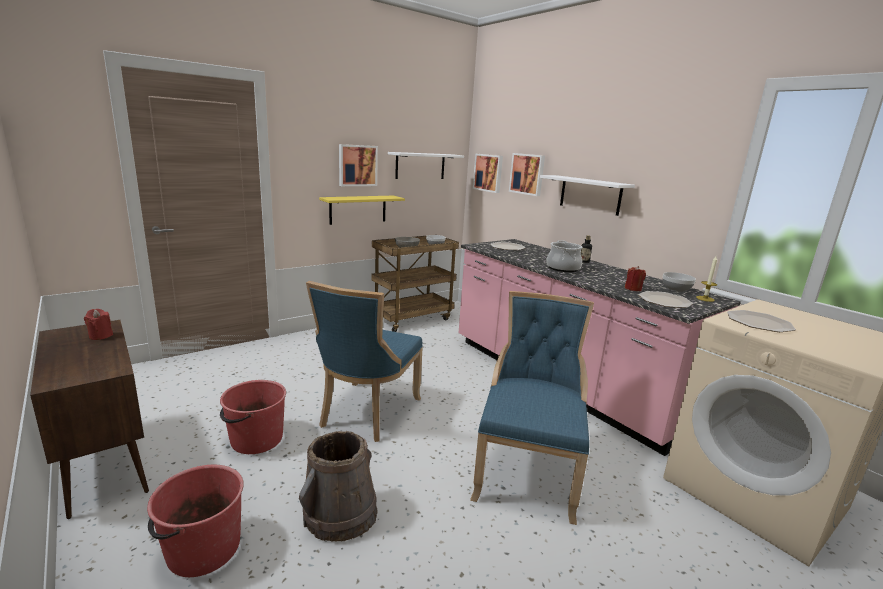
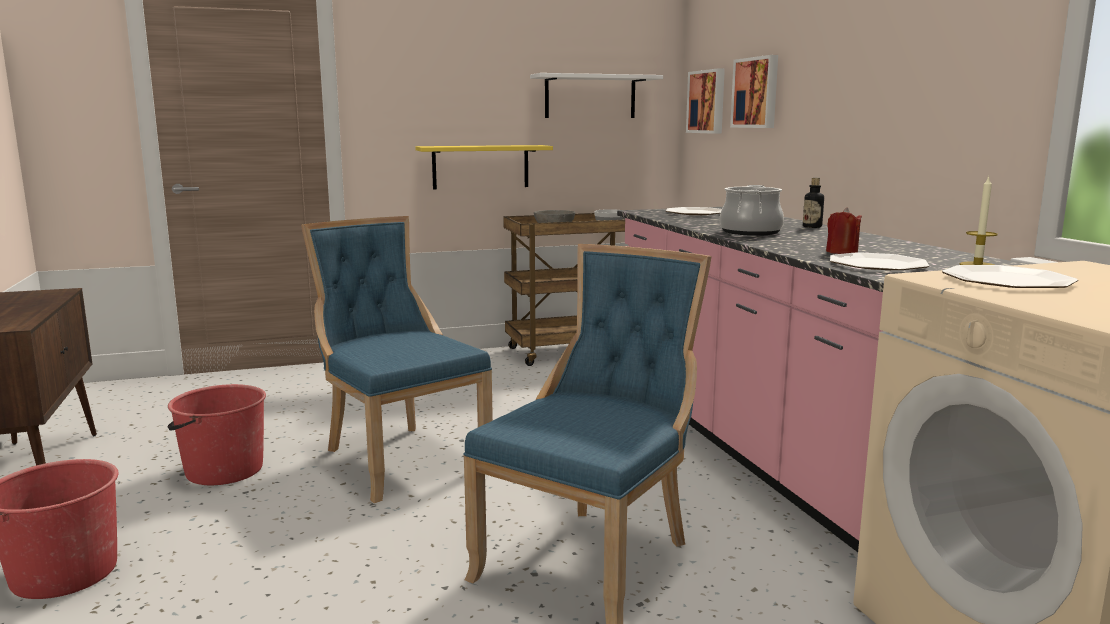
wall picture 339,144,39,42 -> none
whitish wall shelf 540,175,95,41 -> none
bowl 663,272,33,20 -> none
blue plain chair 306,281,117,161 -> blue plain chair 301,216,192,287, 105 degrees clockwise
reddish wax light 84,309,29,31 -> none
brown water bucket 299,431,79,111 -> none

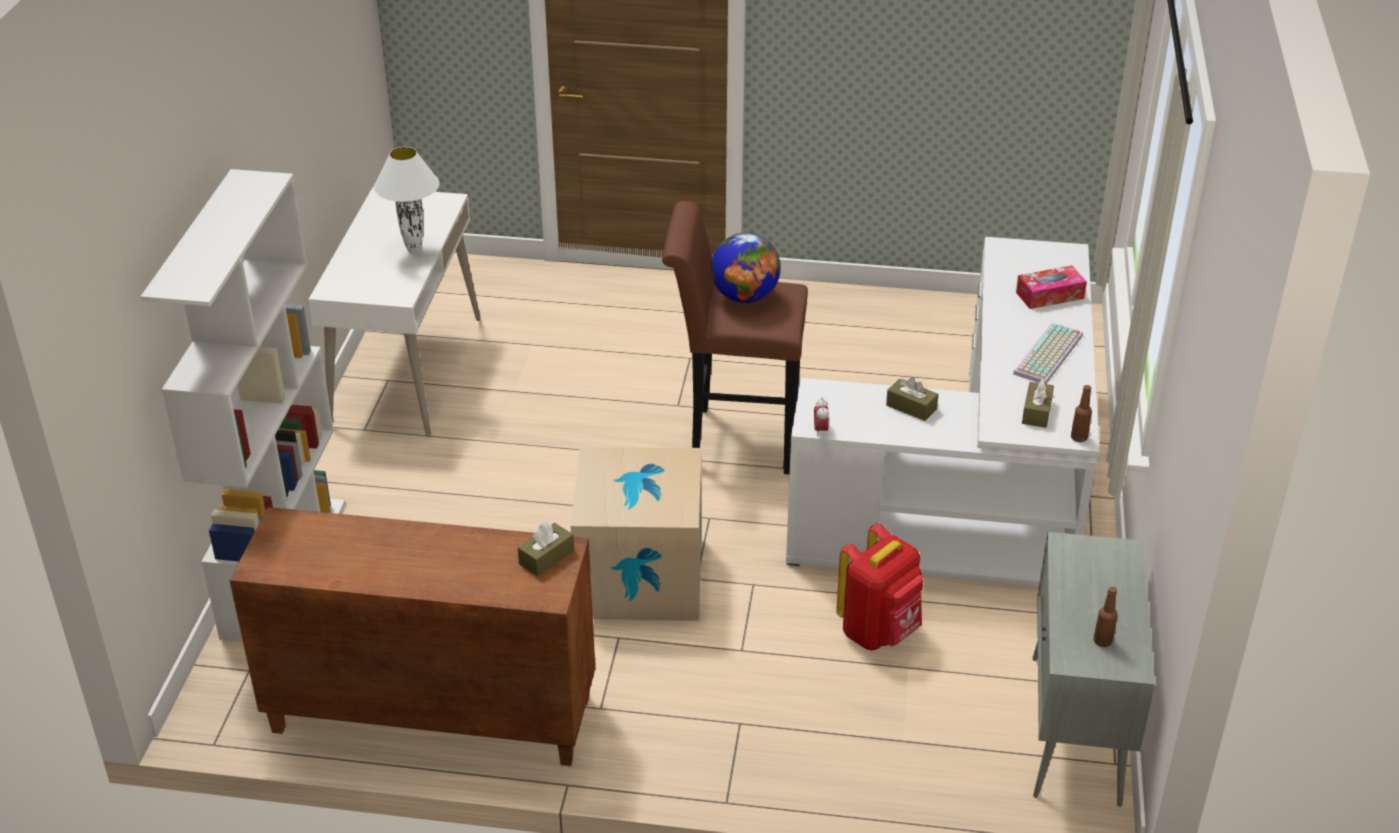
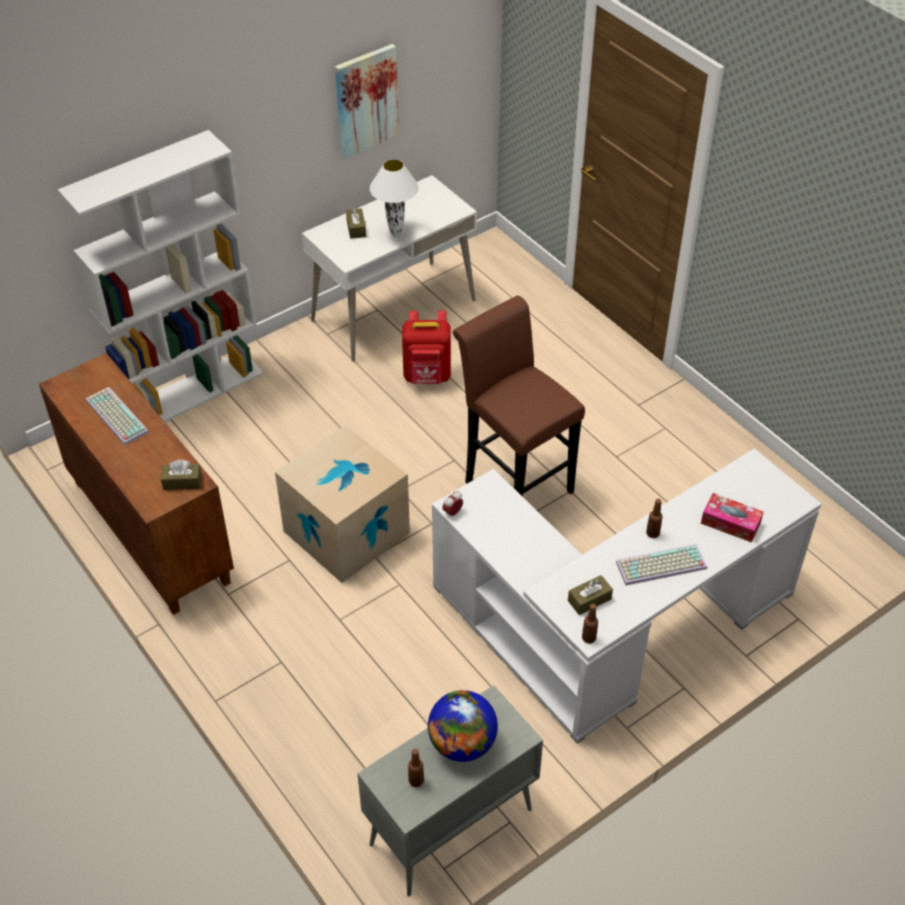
globe 711,233,70,70 -> globe 428,690,70,72, moved
brown tissue box 886,377,52,44 -> brown tissue box 346,207,20,32, moved
reddish rucksack 836,523,88,128 -> reddish rucksack 402,310,49,74, moved
none -> wall picture 335,44,64,115
none -> PC keyboard 86,387,63,58
none -> brown drink bottle 646,499,17,39

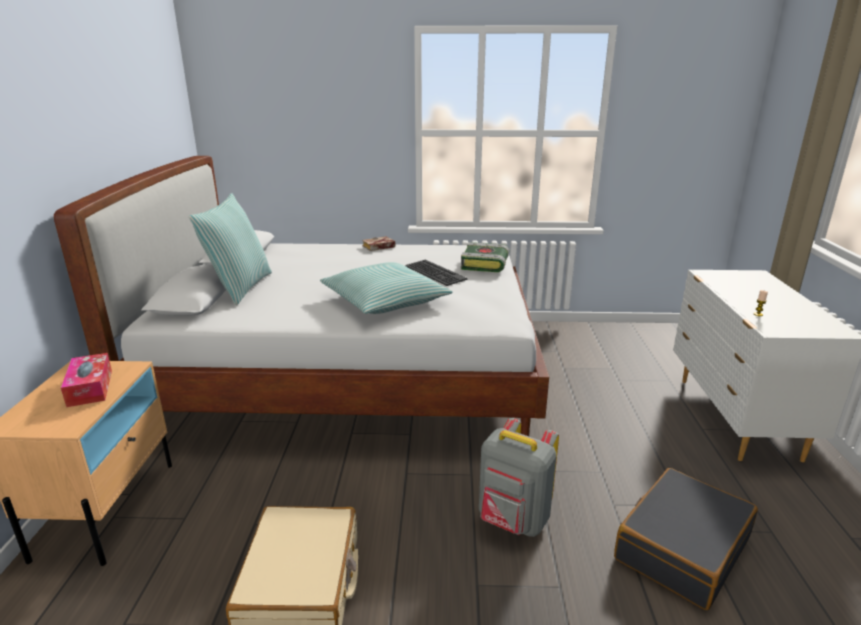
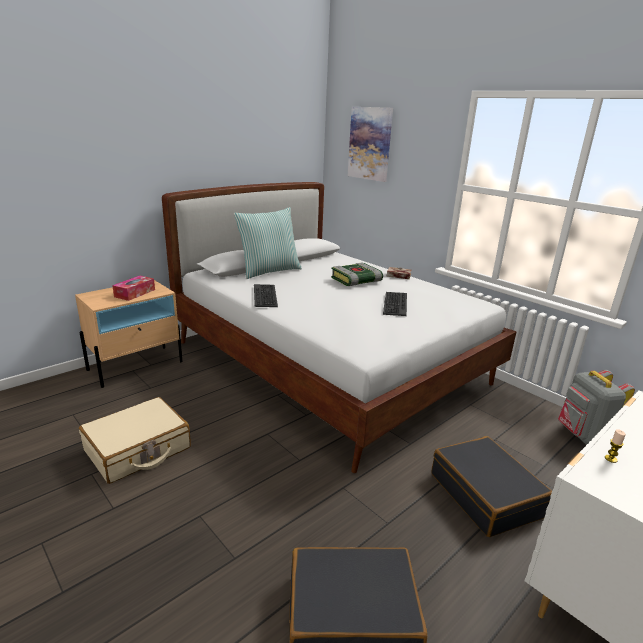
book 461,242,48,30 -> book 331,262,52,24, moved
throw pillow 320,262,133,52 -> none
grey rucksack 479,418,80,119 -> grey rucksack 558,370,77,75, moved
none -> wall picture 348,107,45,75
none -> PC keyboard 254,284,24,23
none -> black-coloured travel case 431,436,121,101

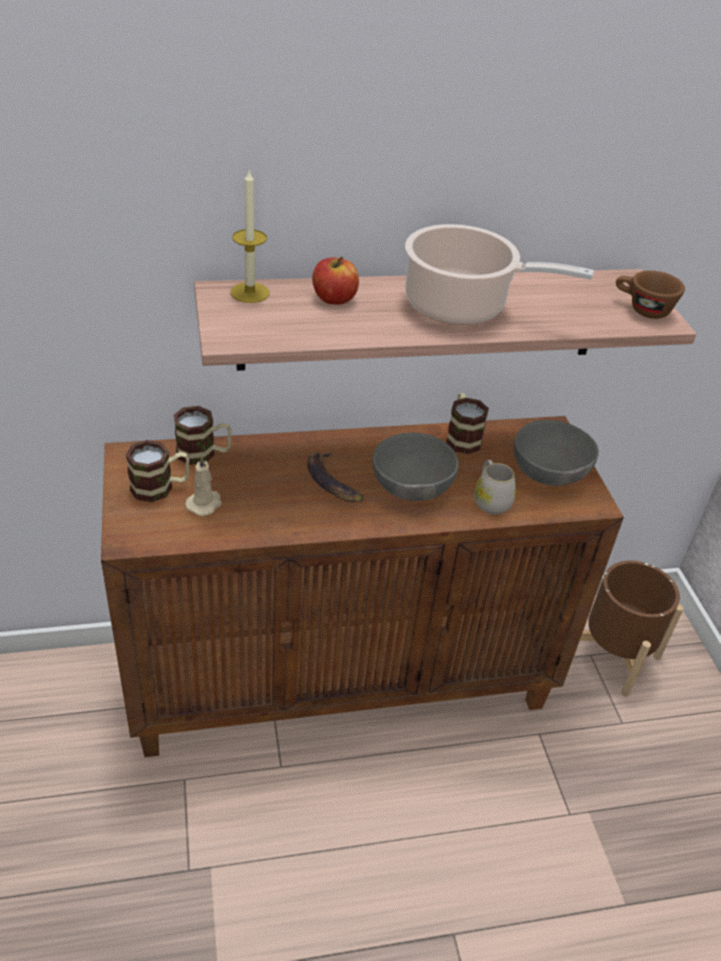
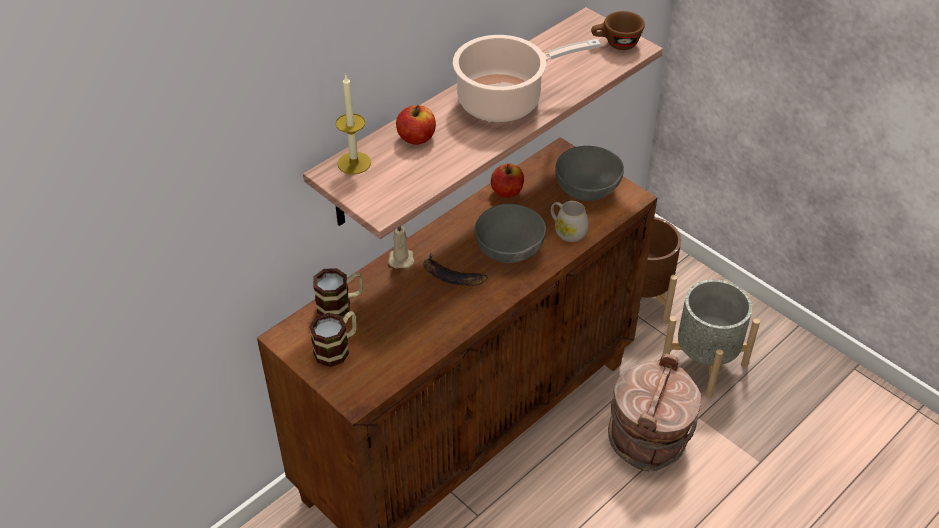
mug 446,393,43,61 -> apple fruit 491,164,33,34
beige-coloured wax light 185,455,37,61 -> beige-coloured wax light 388,226,26,42, moved
none -> grey flower pot 663,279,97,120
none -> brown water bucket 608,354,93,117

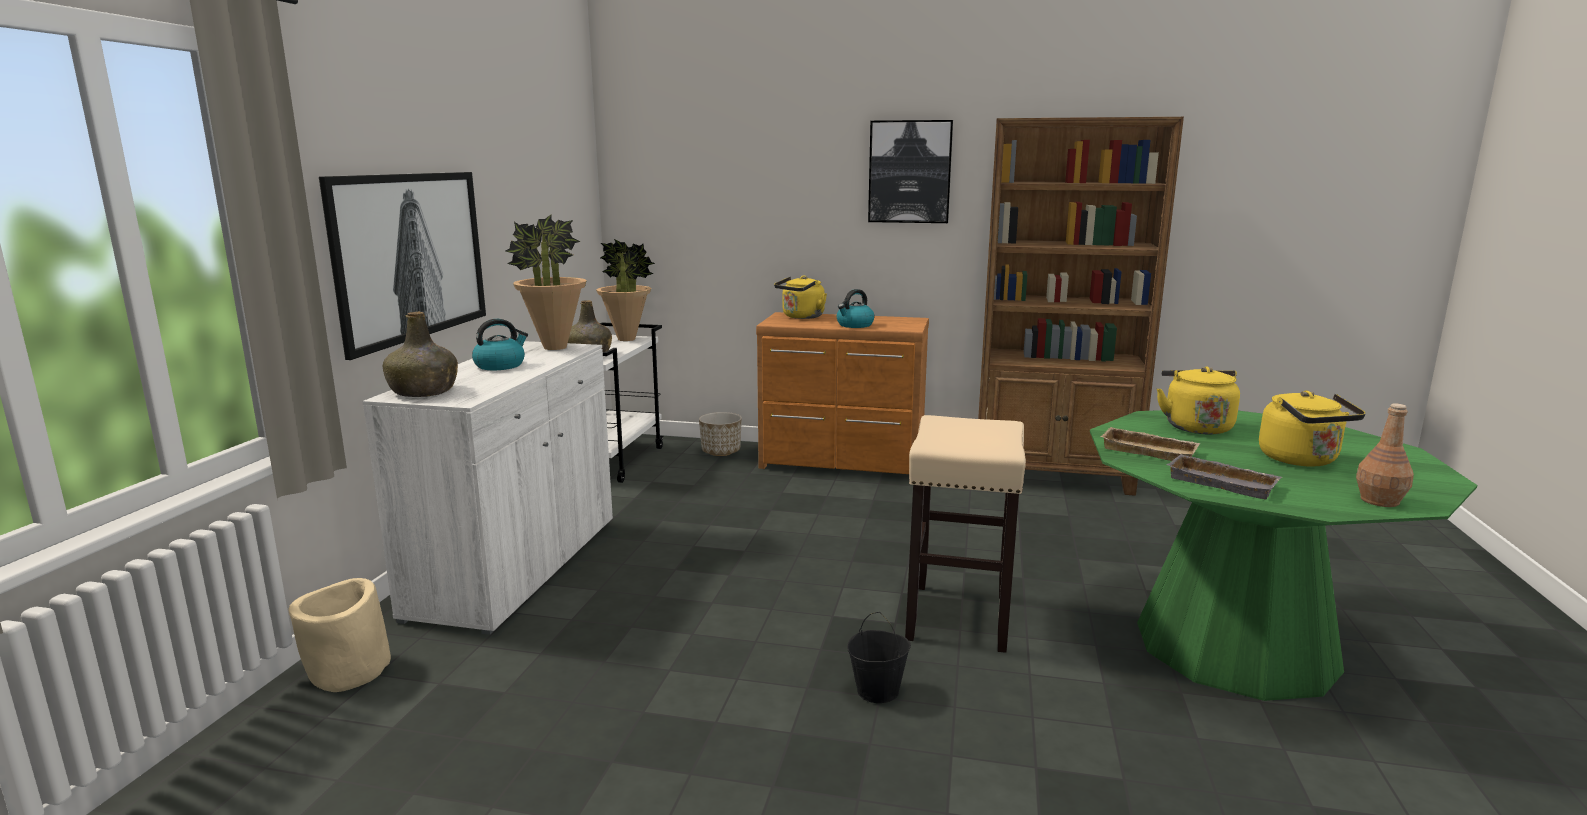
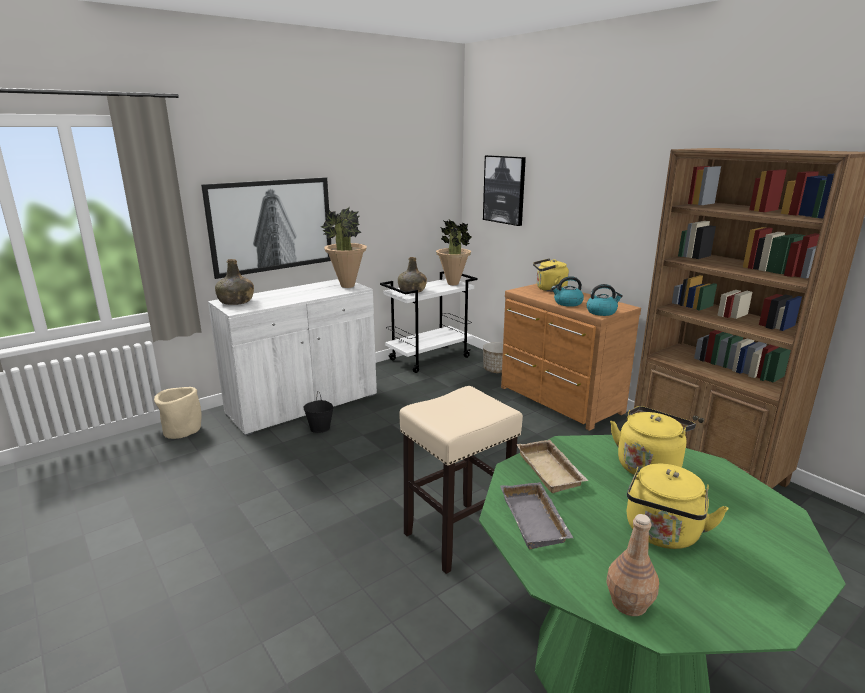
wall picture 868,120,85,103 -> wall picture 483,155,43,71, moved
kettle 472,319,56,51 -> kettle 586,284,37,32, moved
black-coloured water bucket 847,612,64,91 -> black-coloured water bucket 304,391,30,42, moved

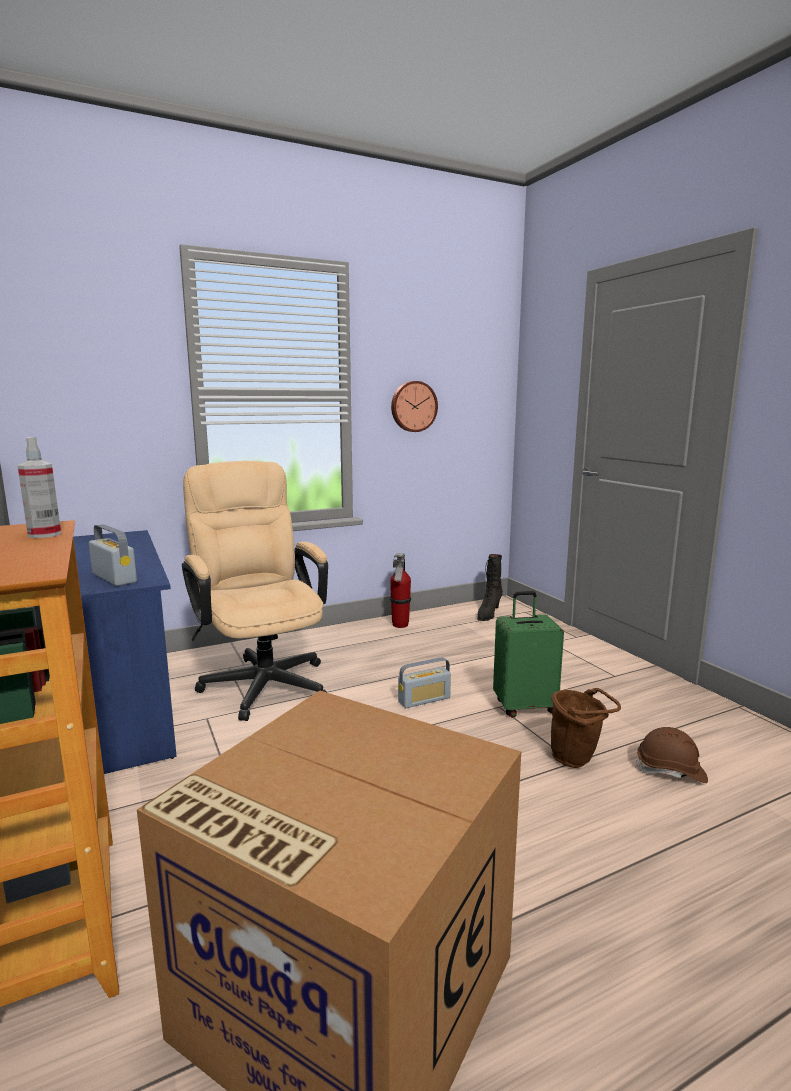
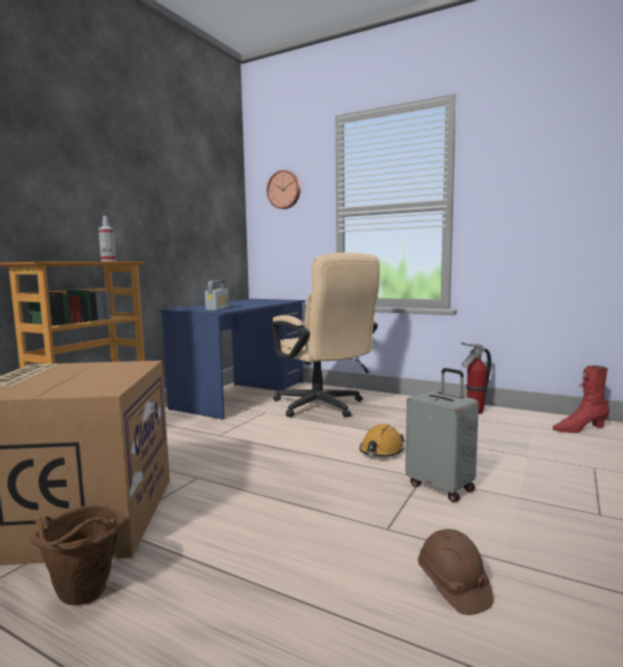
wall clock 391,381,47,51 -> wall clock 267,170,34,39, moved
beige-coloured computer chair 182,461,146,260 -> beige-coloured computer chair 272,252,108,166, 120 degrees clockwise
black-coloured high-top boot 477,554,26,67 -> reddish high-top boot 552,365,57,68
greenish travel case 493,591,71,127 -> grey travel case 405,368,74,135
radio set 398,657,53,51 -> orange-coloured safety helmet 359,424,46,33
brown water bucket 551,688,70,80 -> brown water bucket 31,504,95,101, moved

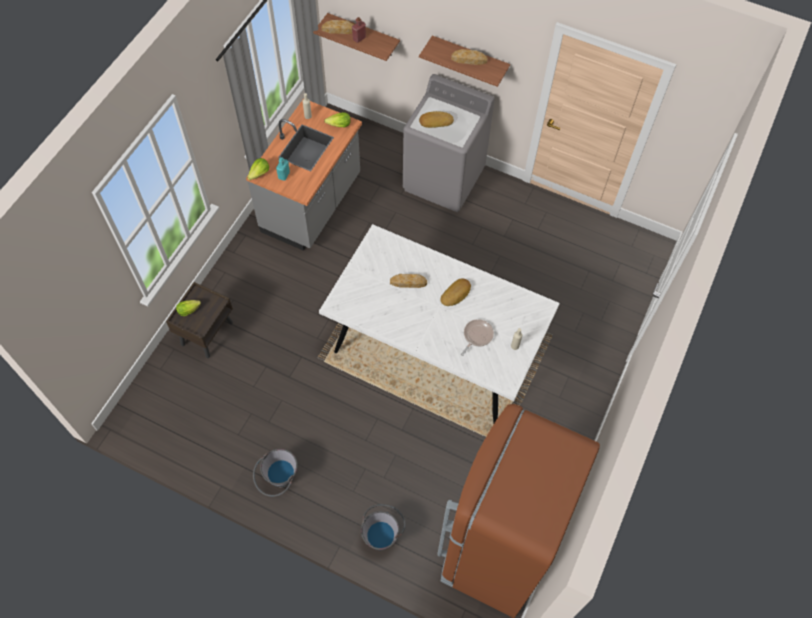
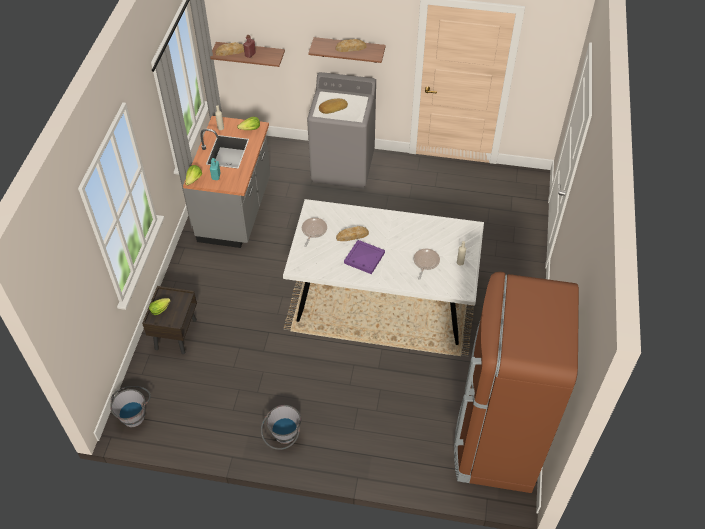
bread 440,279,31,27 -> none
grey water bucket 361,504,45,46 -> grey water bucket 110,386,41,41, moved
none -> pan 302,218,25,29
none -> purple tray 344,240,41,34

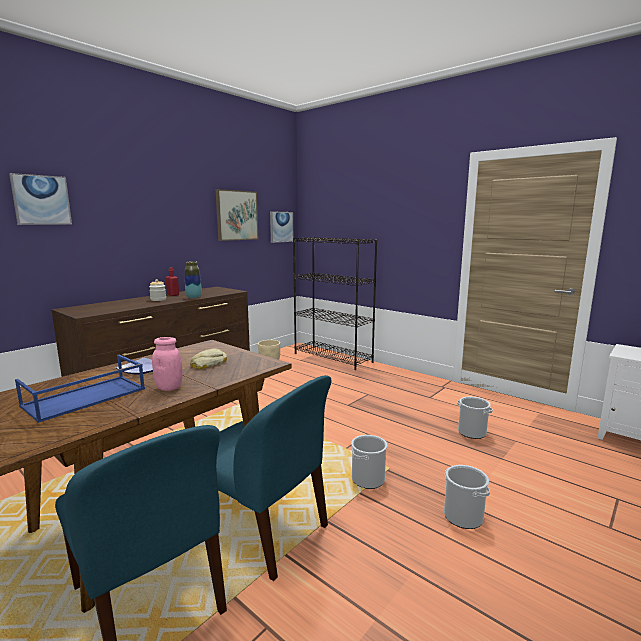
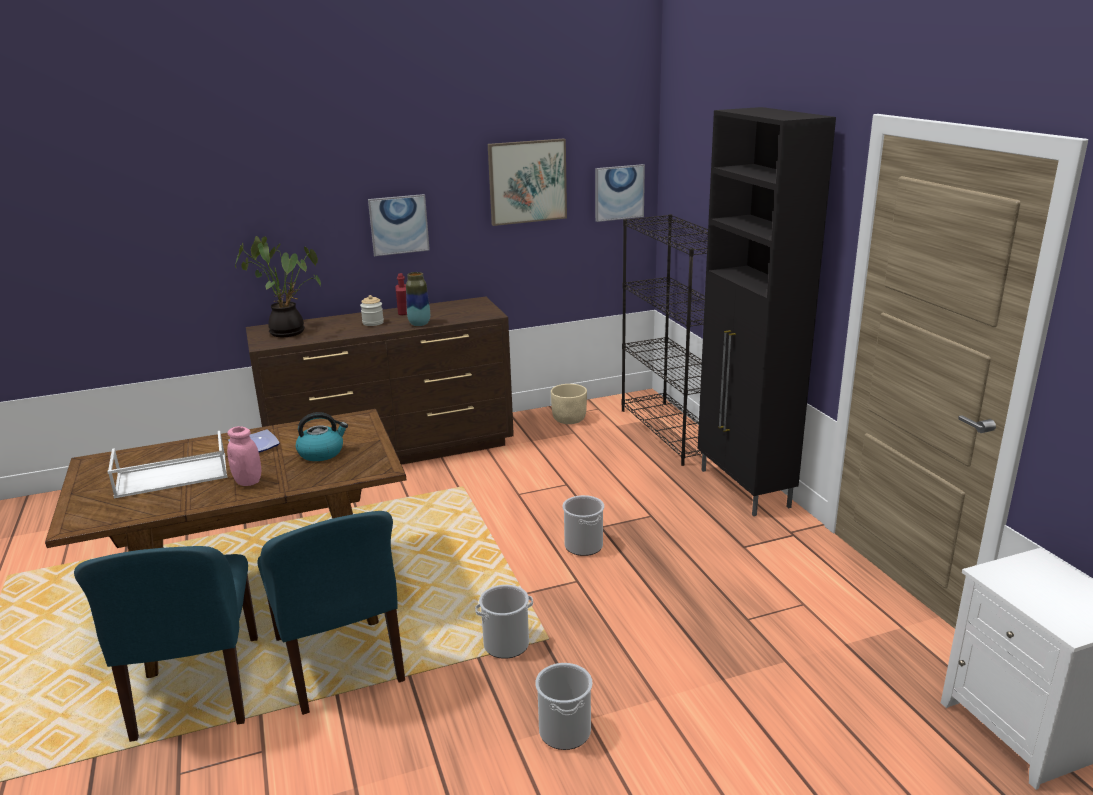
wall picture 9,173,63,52 -> wall picture 368,194,62,62, moved
bread 190,348,37,21 -> kettle 296,412,52,49
blue tray 15,355,130,68 -> whitish tray 107,431,121,67
water bucket 457,397,36,42 -> water bucket 562,495,42,61, moved
none -> black-coloured cabinet 698,107,138,409
none -> plant in a pot 235,236,86,101

